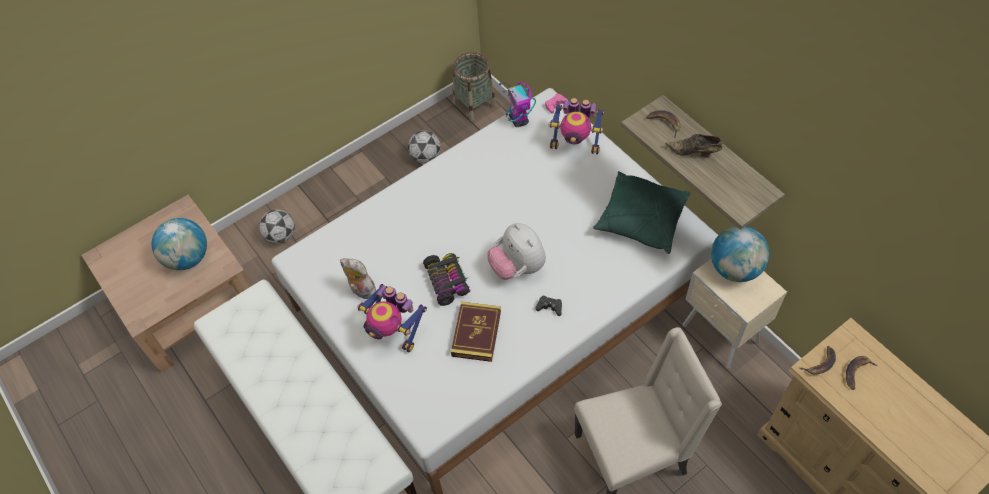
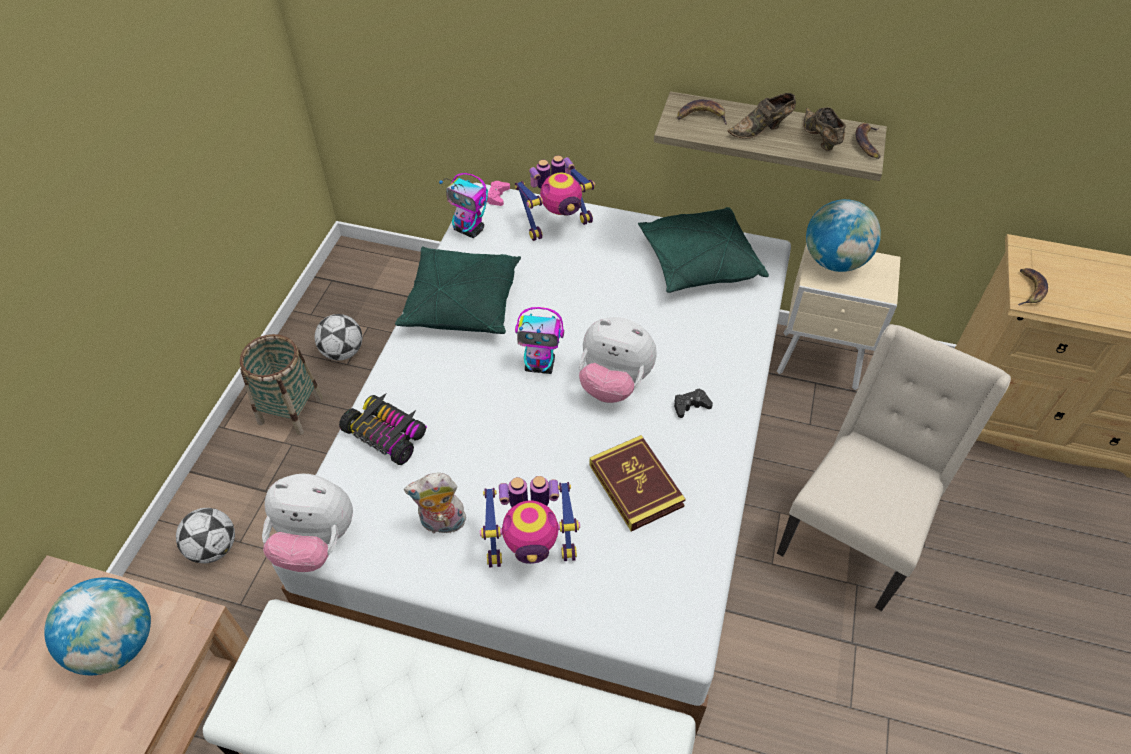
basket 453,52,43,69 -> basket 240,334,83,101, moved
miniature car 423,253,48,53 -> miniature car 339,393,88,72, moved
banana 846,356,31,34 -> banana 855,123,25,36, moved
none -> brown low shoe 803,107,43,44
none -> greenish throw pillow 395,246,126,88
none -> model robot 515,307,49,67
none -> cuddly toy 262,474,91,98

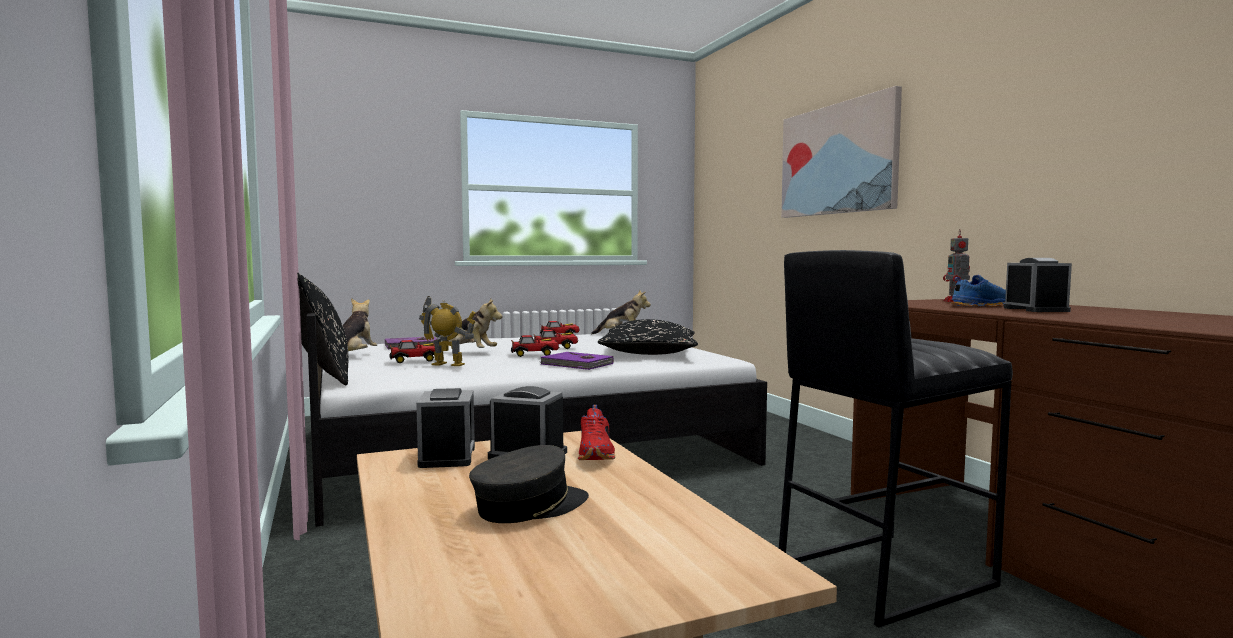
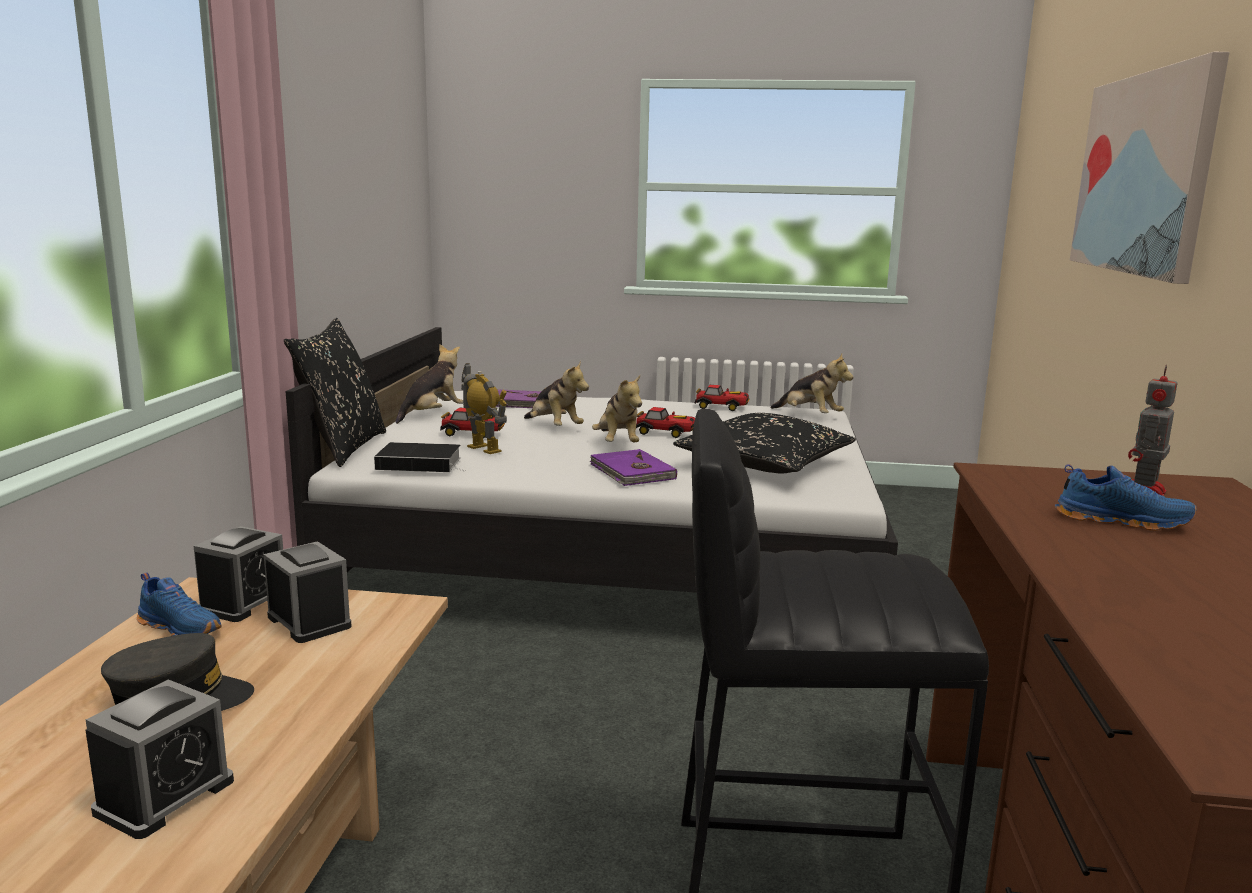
table clock 1004,258,68,54 -> table clock 86,679,148,160, moved
miniature car 511,335,48,22 -> cuddly toy 592,375,50,67
reddish low shoe 578,405,37,55 -> none
none -> book 374,442,91,30
none -> blue low shoe 137,572,85,64

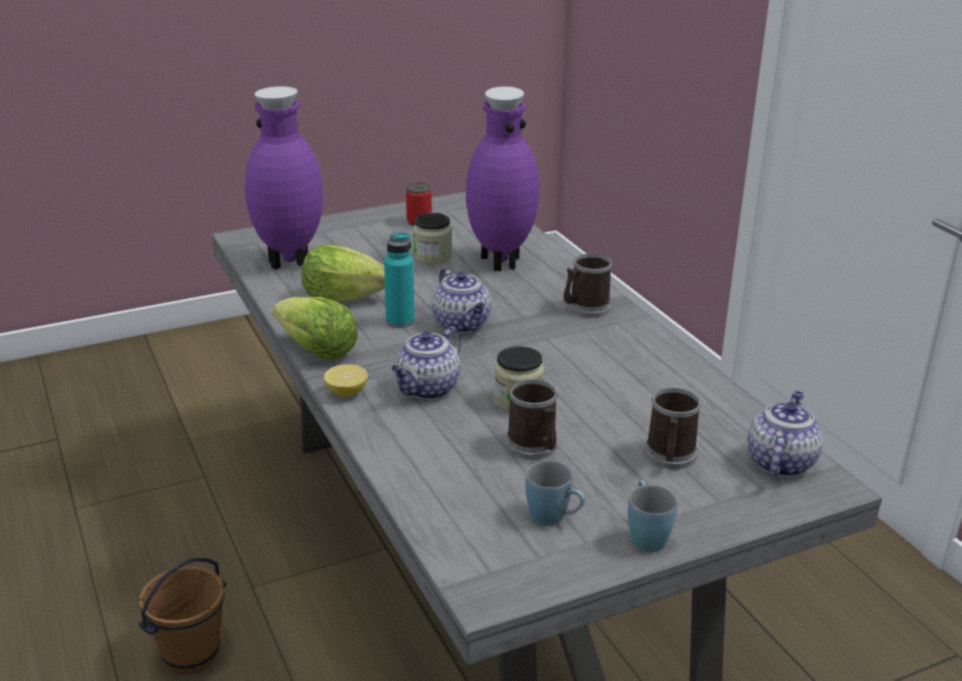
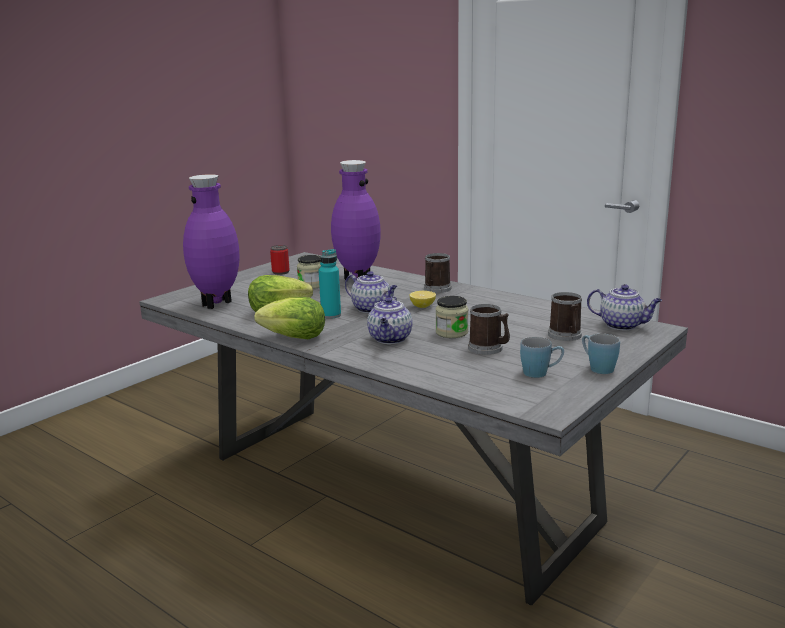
lemon 324,364,44,33 -> lemon 410,291,26,17, moved
teapot 747,391,76,86 -> teapot 587,284,75,46, 120 degrees clockwise
brown water bucket 139,558,87,116 -> none

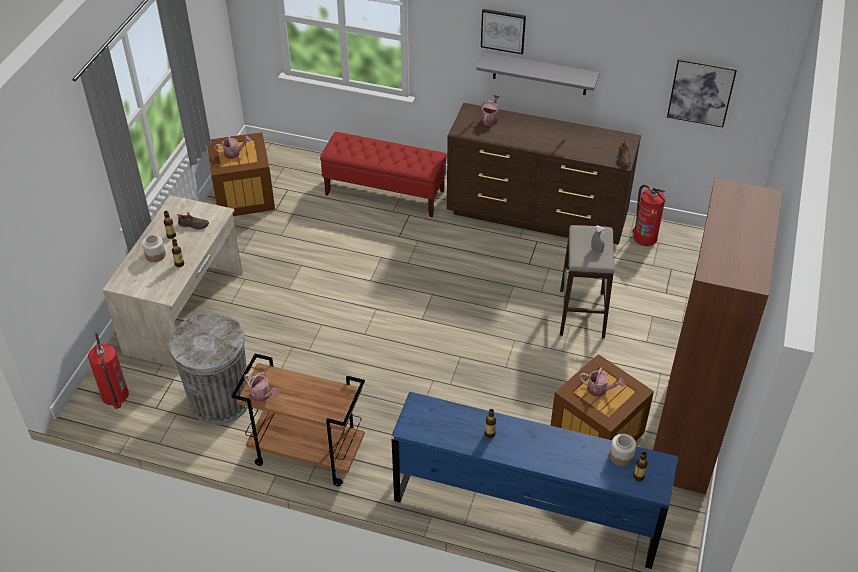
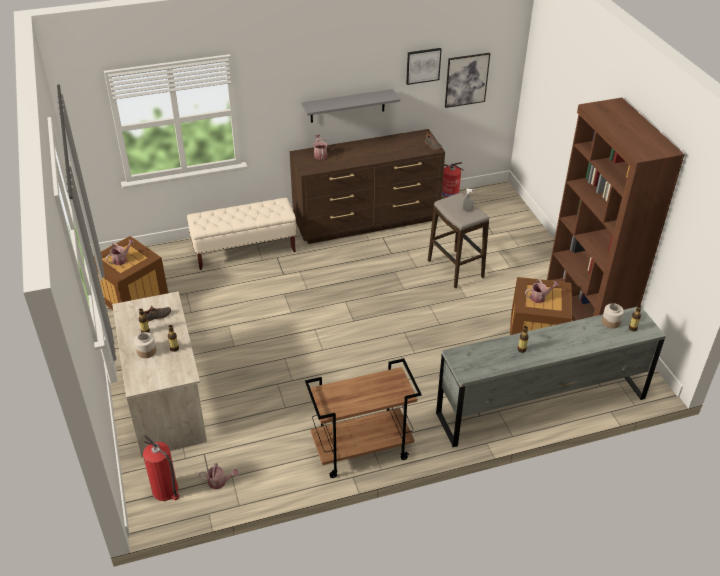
wall picture 481,9,45,45 -> wall picture 406,48,36,37, moved
reddish bench 320,132,127,85 -> beige-coloured bench 187,198,109,72
grey trash can 169,313,79,112 -> none
watering pot 244,372,36,30 -> watering pot 199,463,40,27, moved
blue drawer chest 391,391,287,178 -> grey drawer chest 436,307,230,140

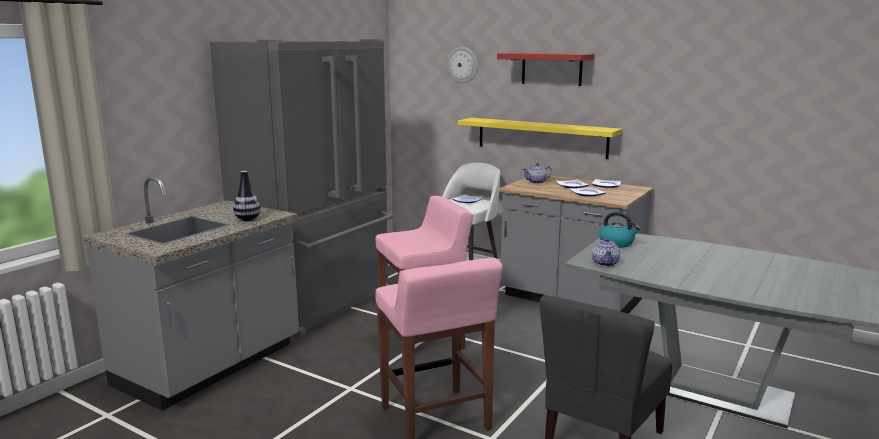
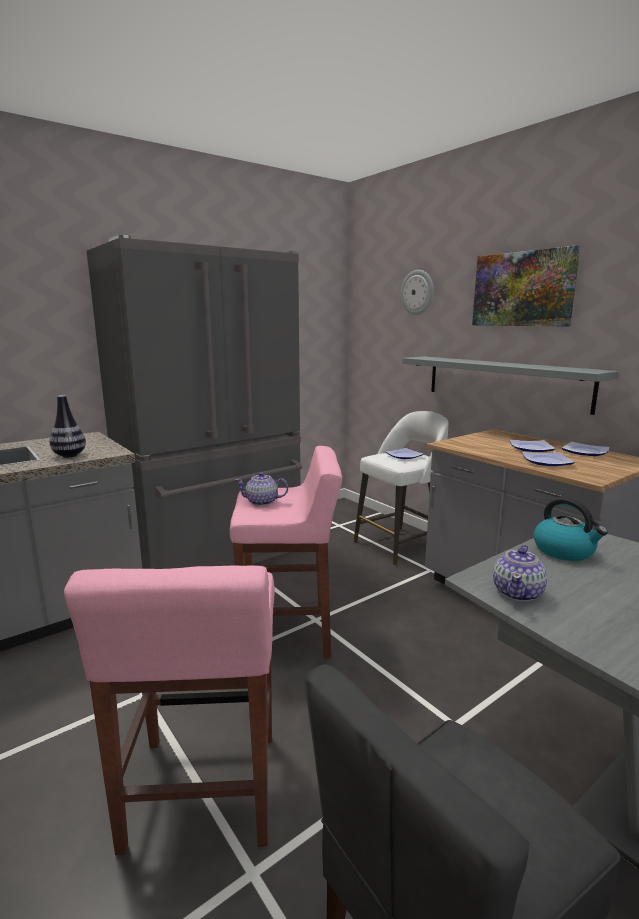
reddish wall shelf 497,53,98,33 -> wall picture 472,245,109,81
yellow wall shelf 458,118,164,41 -> grey wall shelf 402,357,217,58
teapot 523,163,29,21 -> teapot 235,472,53,34, moved

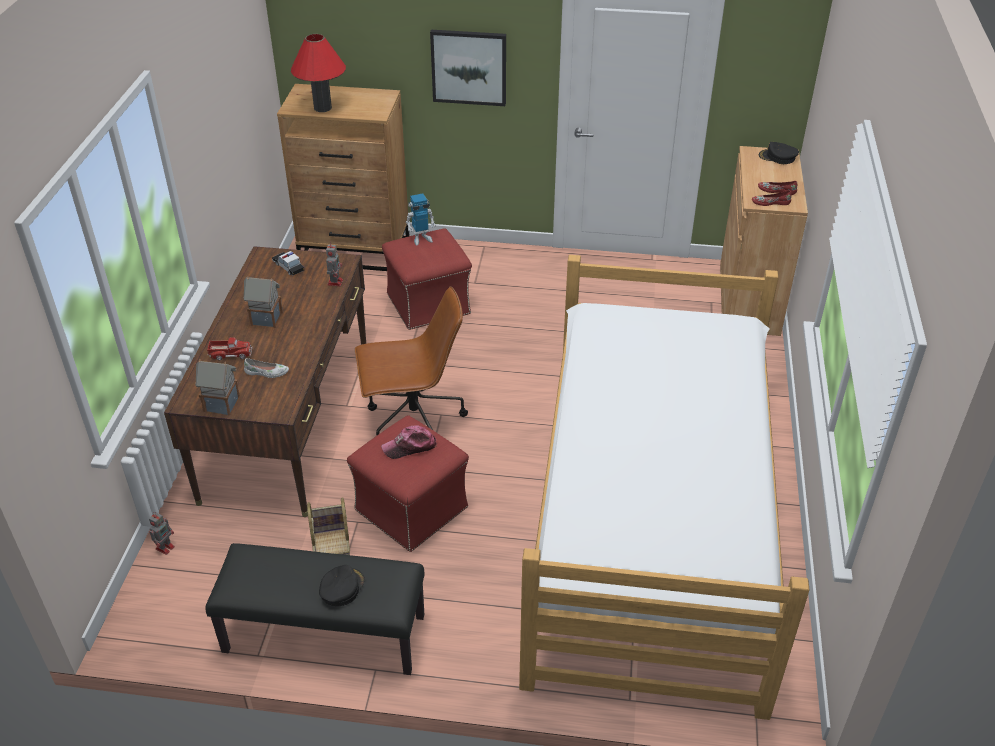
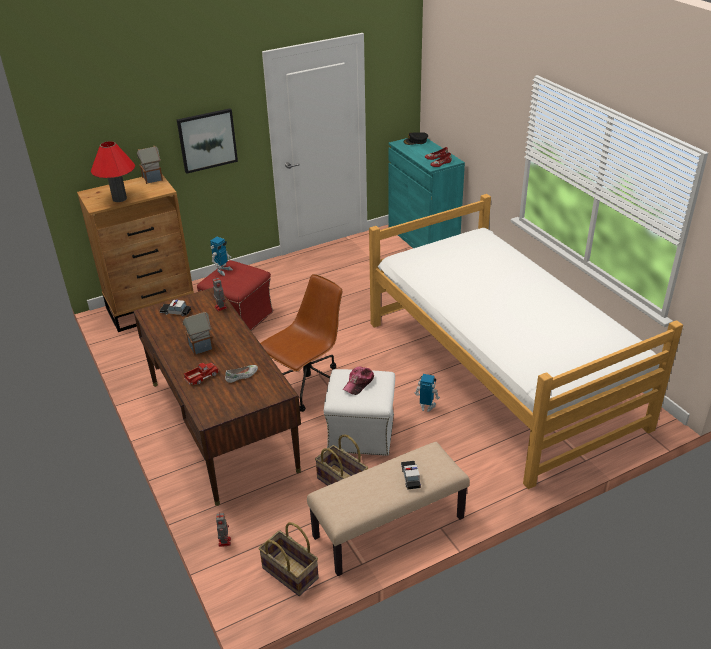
brown cabinet 720,146,88,190 -> turquoise cabinet 389,138,76,110
toy house 195,359,45,57 -> toy house 137,146,26,38, moved
reddish footrest 347,415,122,137 -> whitish footrest 324,369,71,87
black-coloured bench 206,543,219,132 -> beige-coloured bench 307,442,163,134
black-coloured baseball cap 319,565,46,41 -> miniature car 401,461,20,29
none -> model robot 414,374,26,38
none -> basket 259,522,60,74

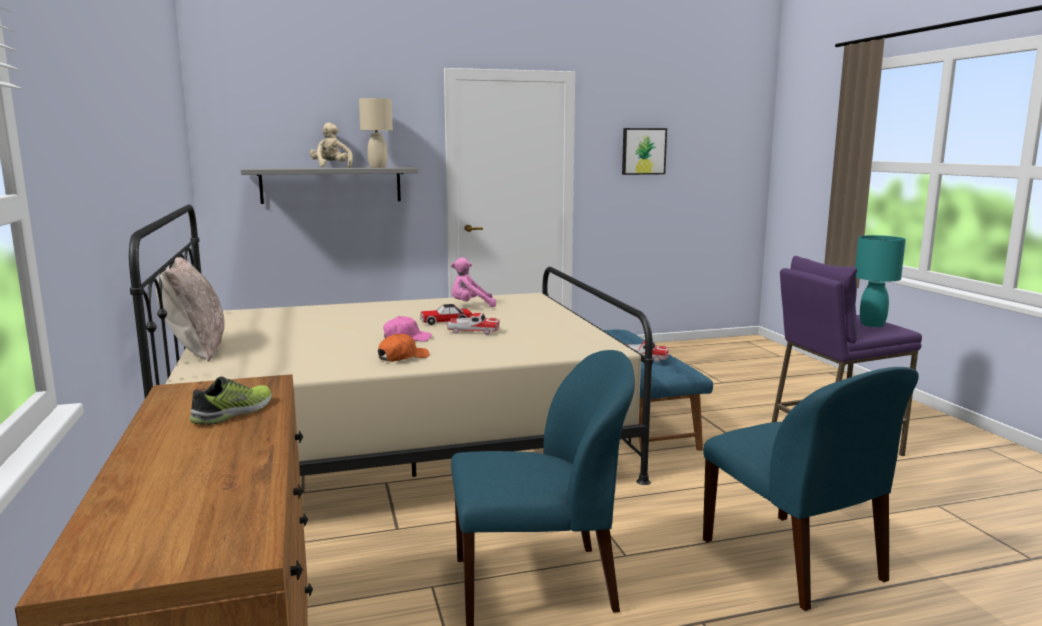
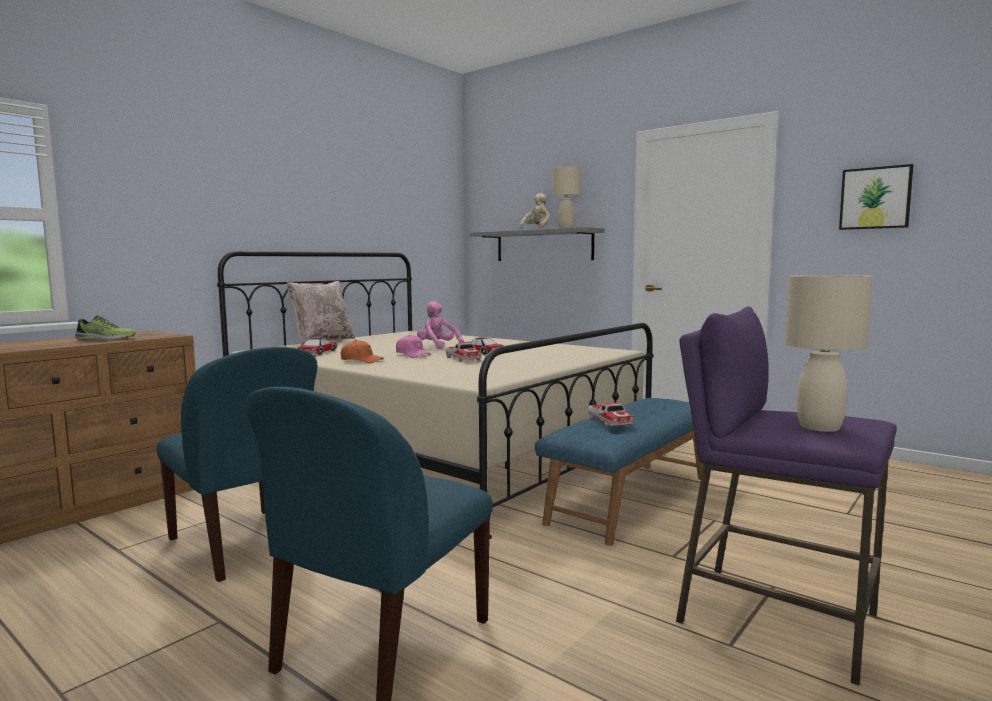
turquoise tabletop lamp 855,235,51,92 -> beige-coloured tabletop lamp 785,275,88,157
pink cuddly toy 451,257,45,50 -> pink cuddly toy 417,301,47,48, moved
none -> miniature car 298,338,39,17

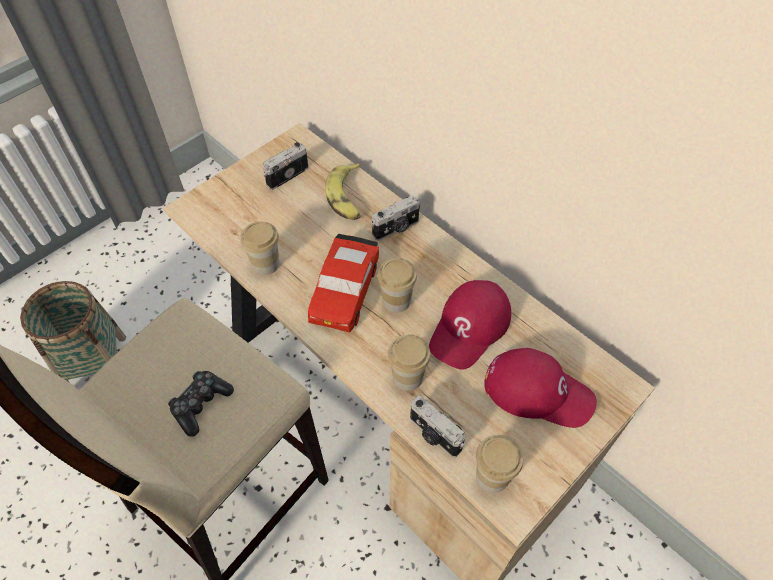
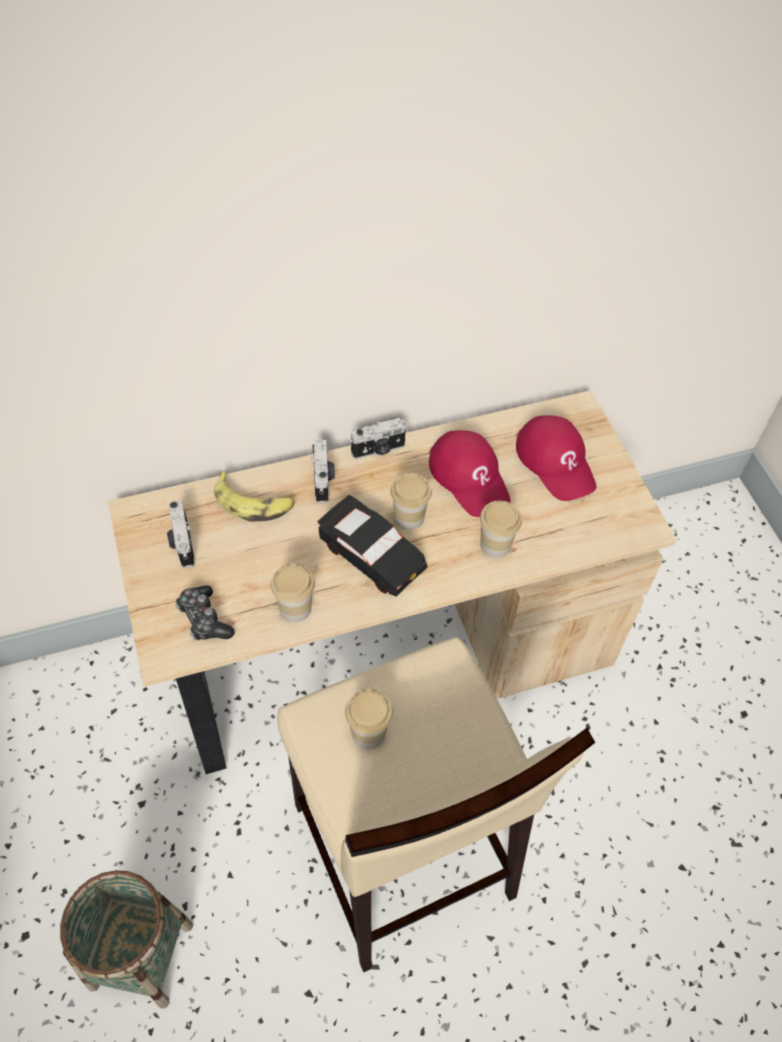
reddish miniature car 308,234,71,99 -> black-coloured miniature car 317,495,110,102
reddish baseball cap 484,348,113,80 -> reddish baseball cap 516,415,80,86, 105 degrees clockwise
game controller 168,371,66,66 -> game controller 175,586,60,54, moved
still camera 410,396,55,61 -> still camera 349,418,58,41, moved
small cup 476,435,47,58 -> small cup 345,689,48,60, moved

